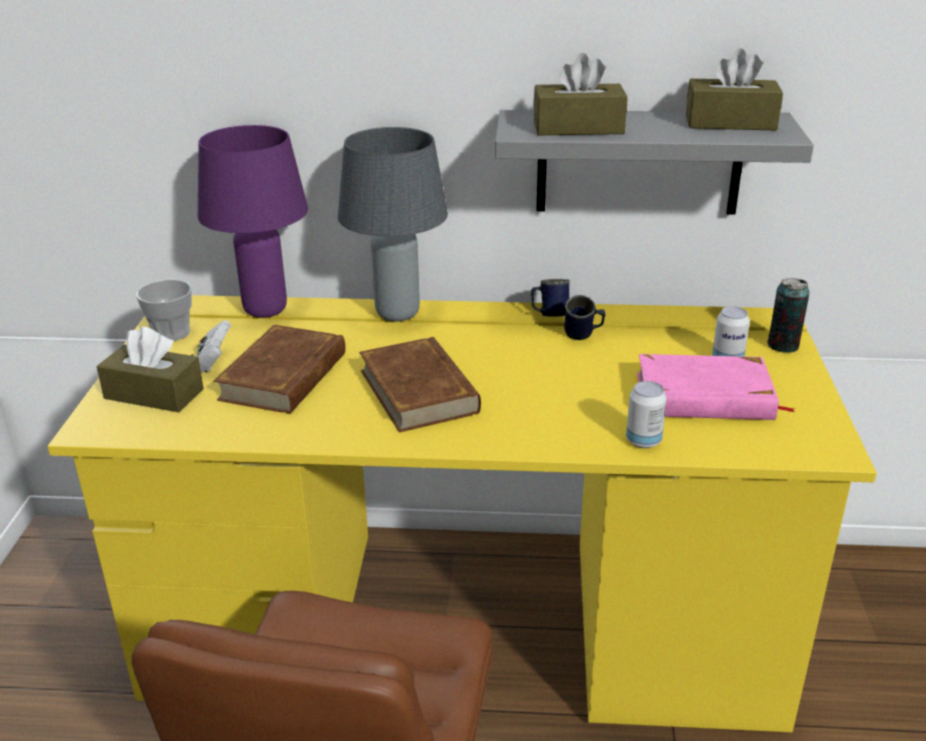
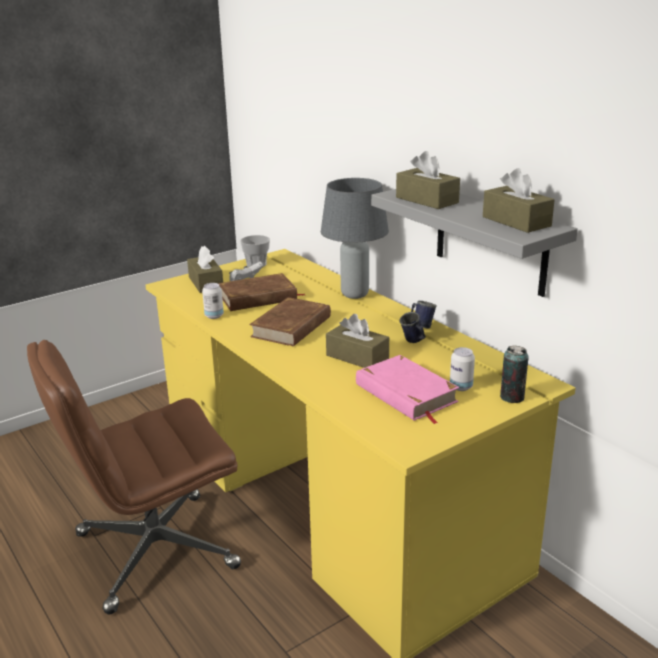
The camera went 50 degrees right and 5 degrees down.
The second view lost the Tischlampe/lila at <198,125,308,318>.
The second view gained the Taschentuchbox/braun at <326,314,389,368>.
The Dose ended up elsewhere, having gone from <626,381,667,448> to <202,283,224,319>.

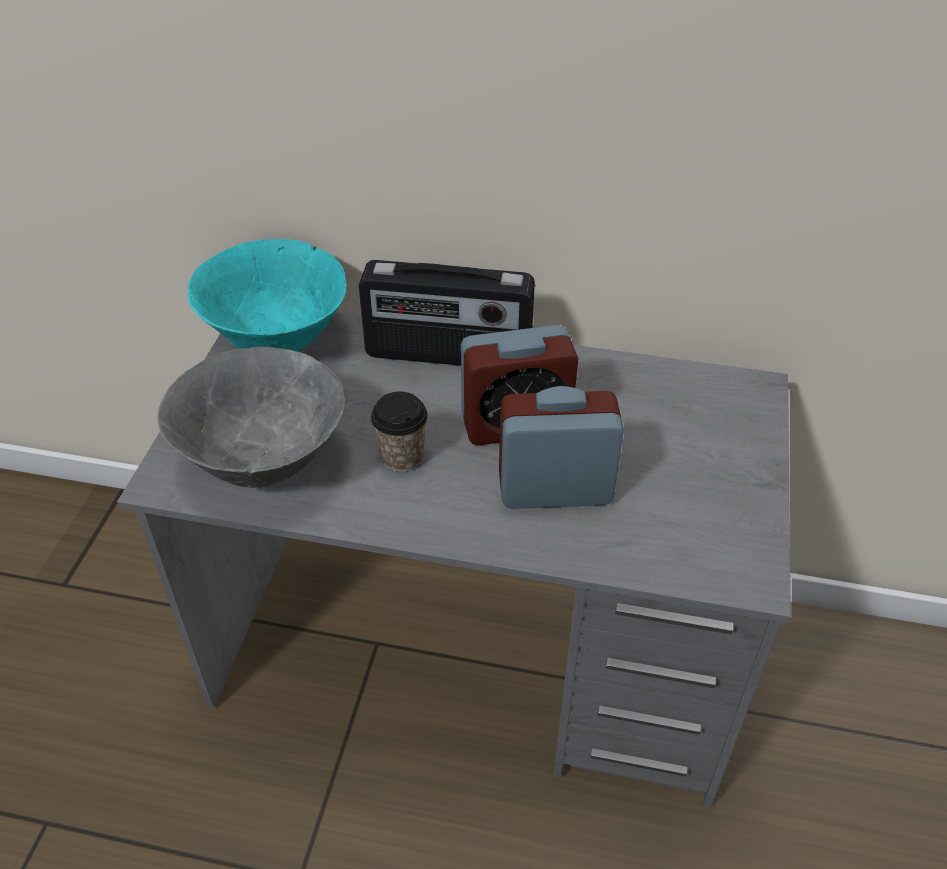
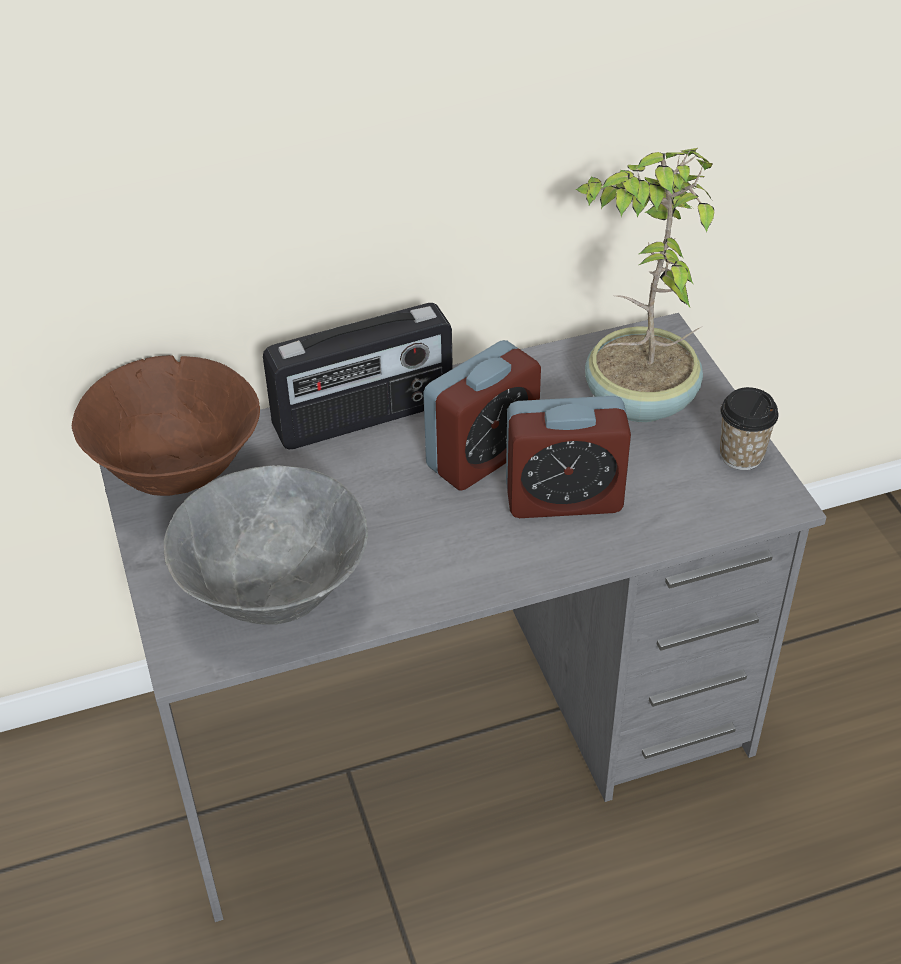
The camera went 30 degrees left and 0 degrees up.
The second view gained the Topfpflanze at <576,148,714,422>.
The Tasse ended up elsewhere, having gone from <371,391,428,472> to <720,387,779,470>.
What was the Schüssel/türkis at <188,239,346,352> turned into the Schüssel/braun at <72,355,260,496>.
The Wecker at <499,386,624,509> ended up facing another way, 150 degrees counterclockwise from before.

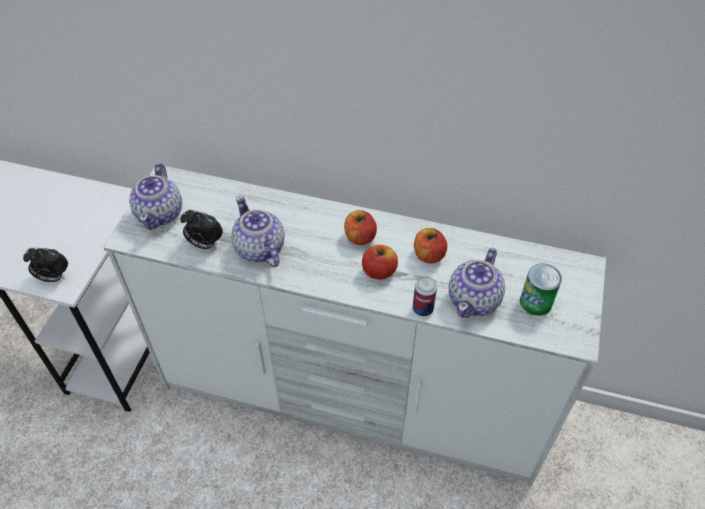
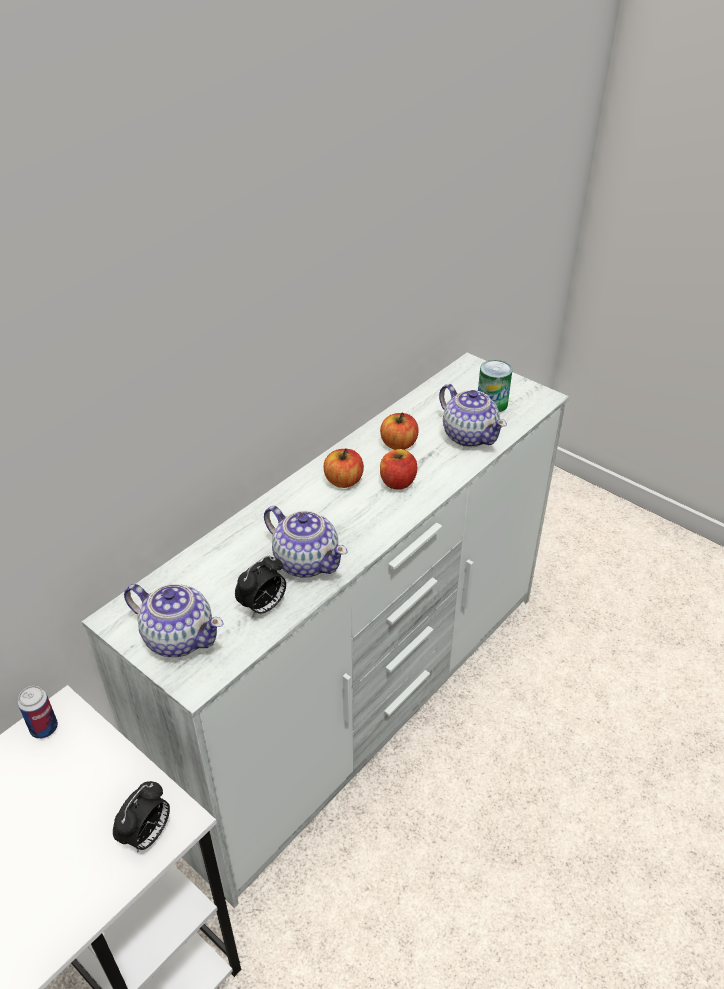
The camera went 65 degrees left and 10 degrees down.
The Dose ended up elsewhere, having gone from <413,276,437,316> to <18,686,58,739>.
The Teekanne at <231,196,285,267> ended up facing another way, 135 degrees counterclockwise from before.

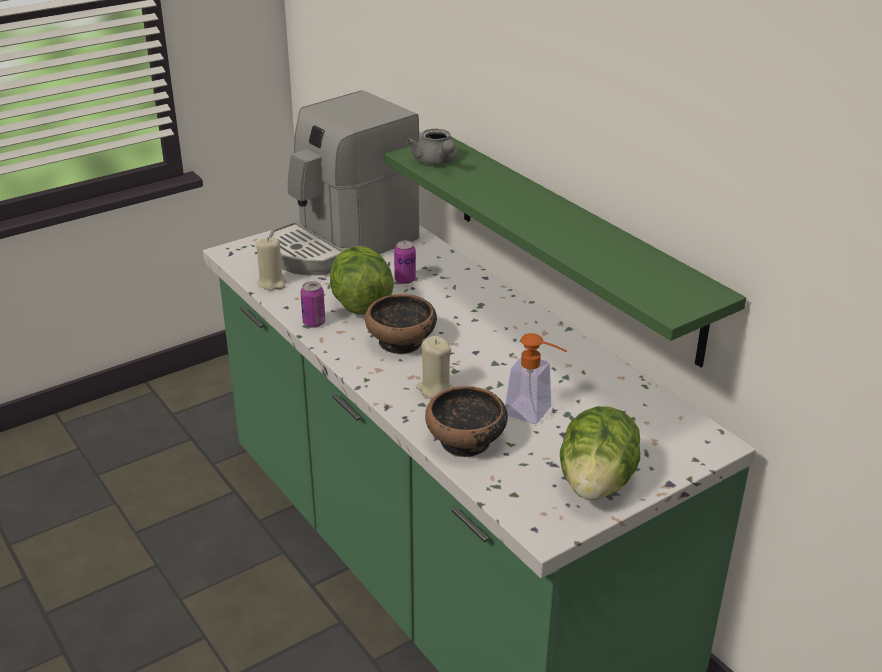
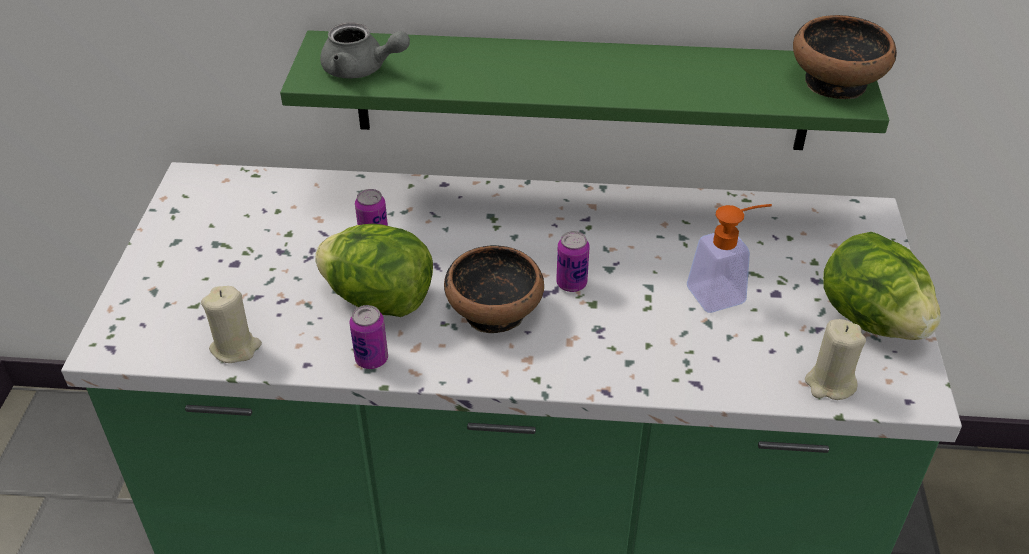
The camera went 50 degrees left and 10 degrees up.
The second view lost the Kaffeemaschine at <268,90,419,275>.
The second view gained the Dose at <556,231,590,292>.
The Kerze/beige ended up elsewhere, having gone from <416,336,454,398> to <805,319,866,400>.
The Schüssel ended up elsewhere, having gone from <425,386,508,457> to <793,15,897,99>.

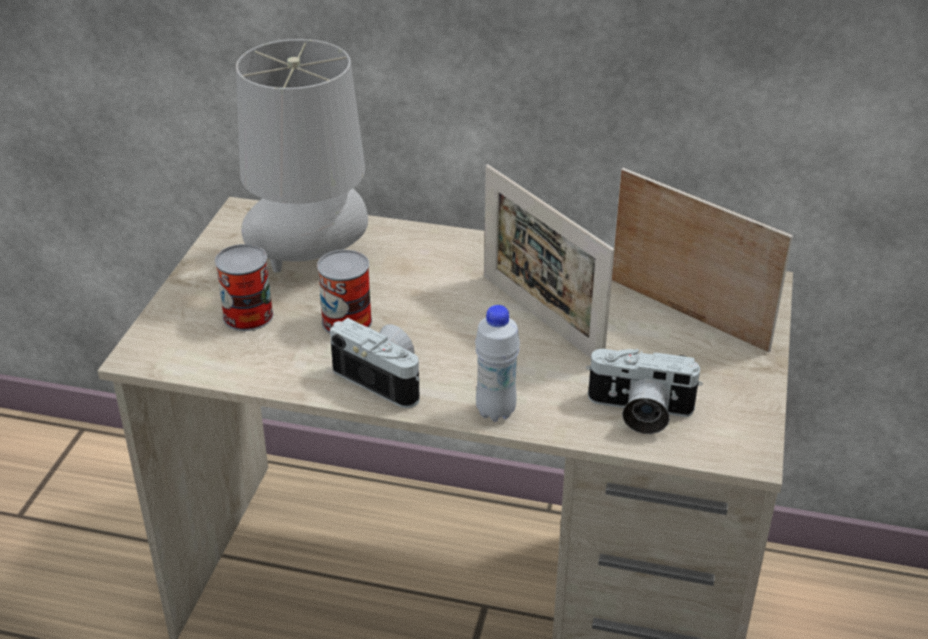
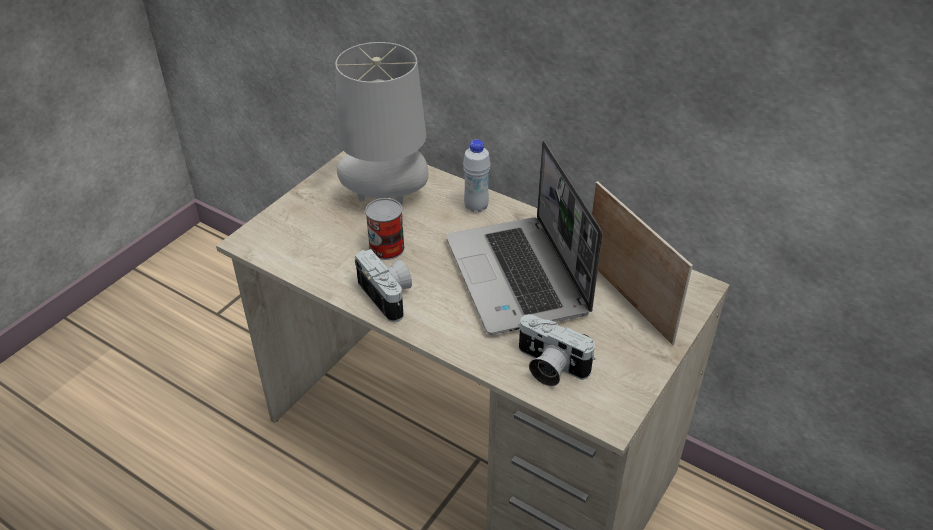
The camera went 20 degrees right and 5 degrees up.
The second view lost the Dose at <215,244,273,331>.
The Flasche/weiß ended up elsewhere, having gone from <475,305,520,421> to <463,139,490,212>.
Where the Bilderrahmen stood at <484,164,615,358>, the Laptop came to stand at <446,141,602,335>.

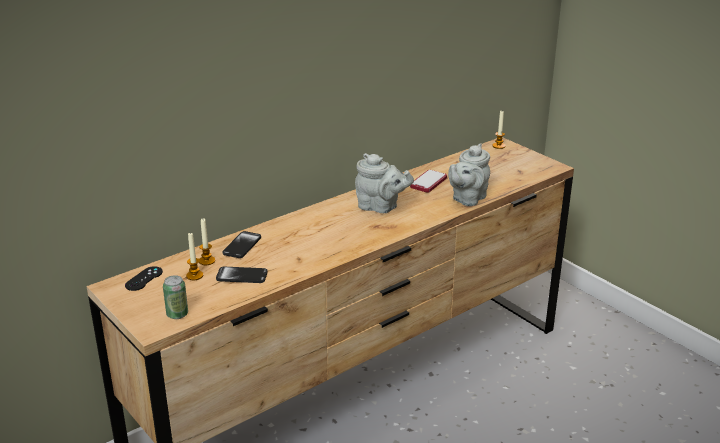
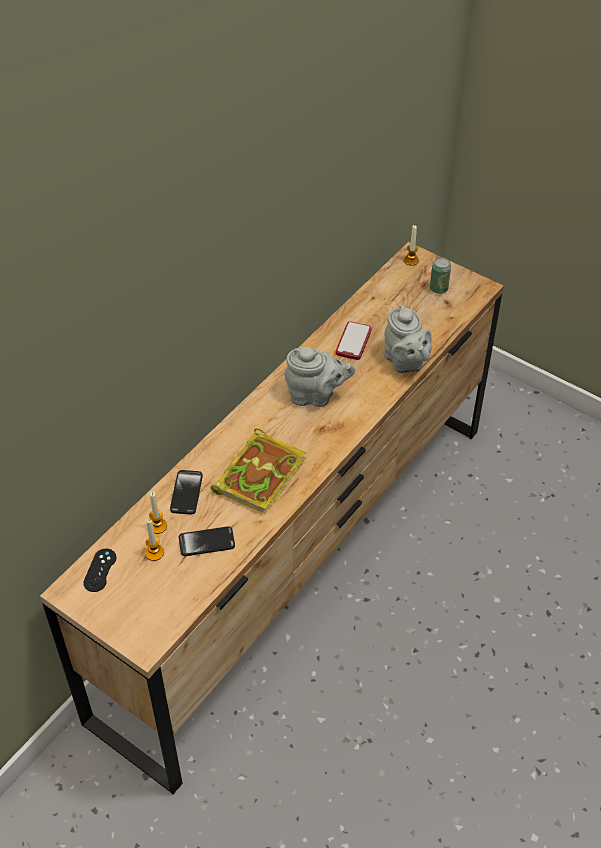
The camera went 15 degrees left and 20 degrees up.
The second view gained the Buch at <211,428,306,515>.
The Dose ended up elsewhere, having gone from <163,275,188,319> to <430,257,451,294>.
The Teekanne/grau at <448,143,490,206> ended up facing another way, 45 degrees counterclockwise from before.

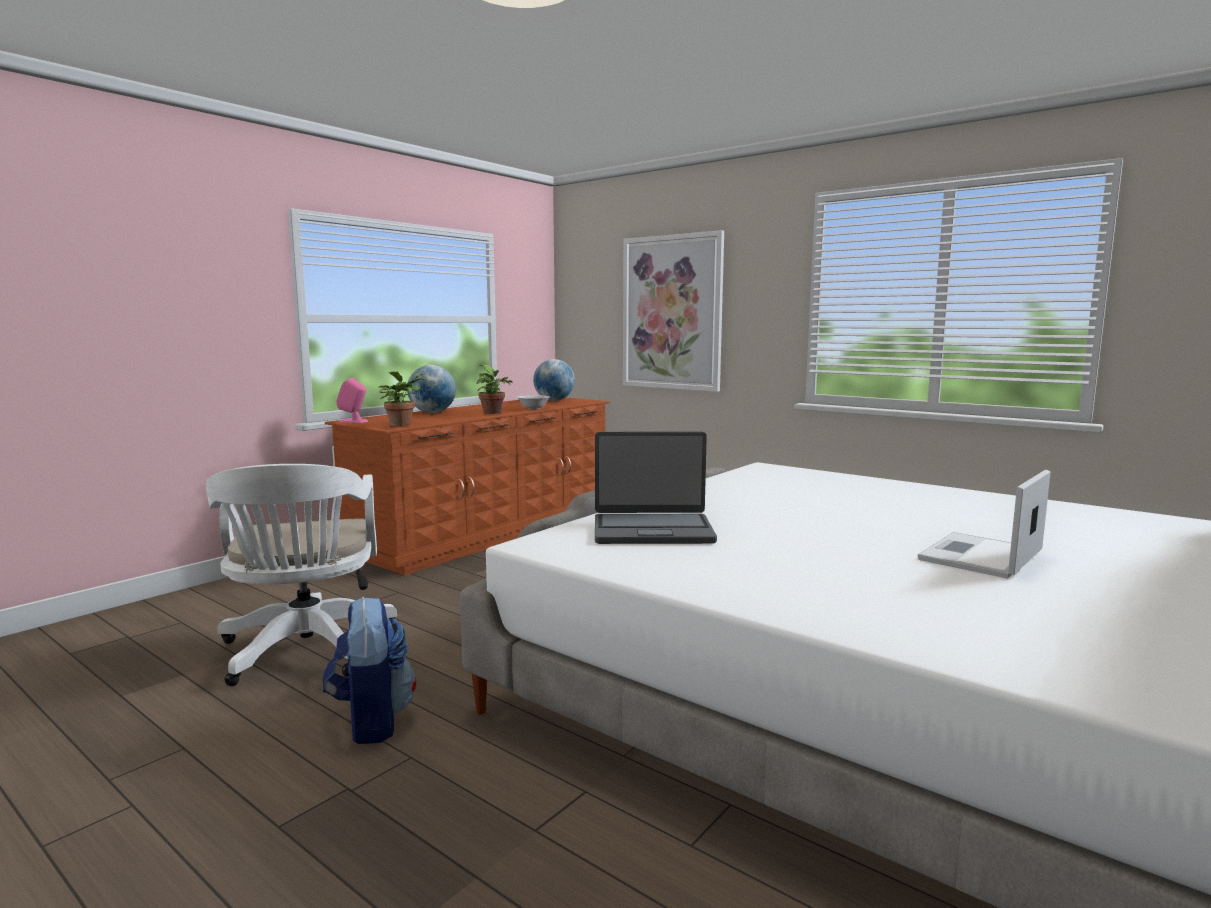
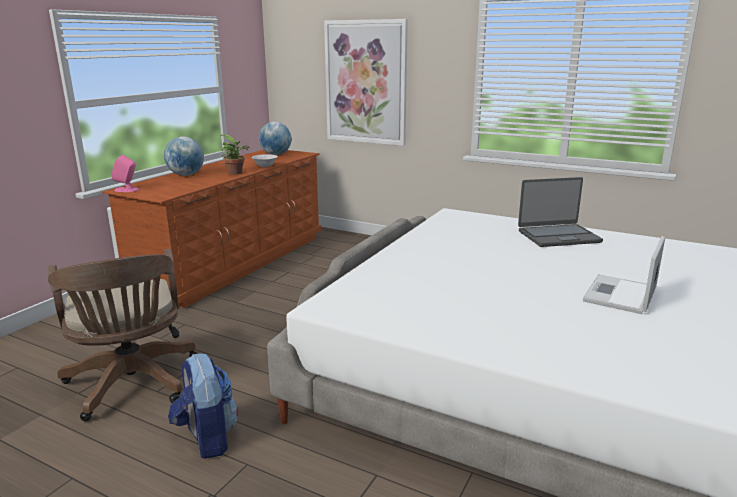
The camera went 10 degrees left and 10 degrees up.
The second view lost the Topfpflanze at <379,371,425,426>.
The Laptop ended up elsewhere, having gone from <595,432,717,544> to <518,177,603,247>.
What was the Bürostuhl/weiß at <206,464,399,686> turned into the Bürostuhl/braun at <48,249,198,421>.

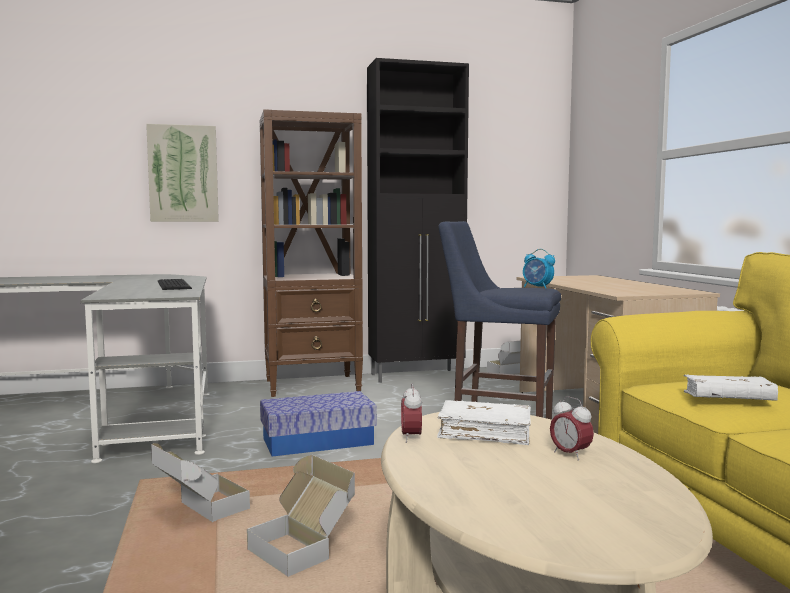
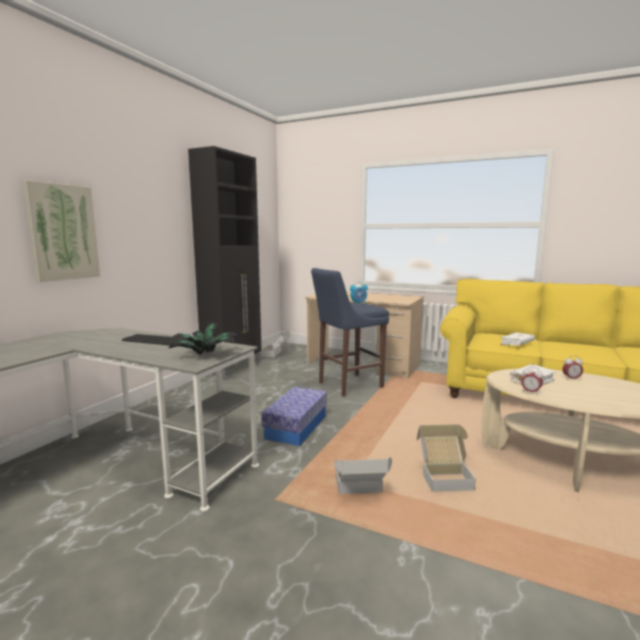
The camera went 50 degrees left and 5 degrees up.
The second view lost the Bücherregal/braun at <260,109,363,397>.
The second view gained the Topfpflanze at <169,323,237,355>.

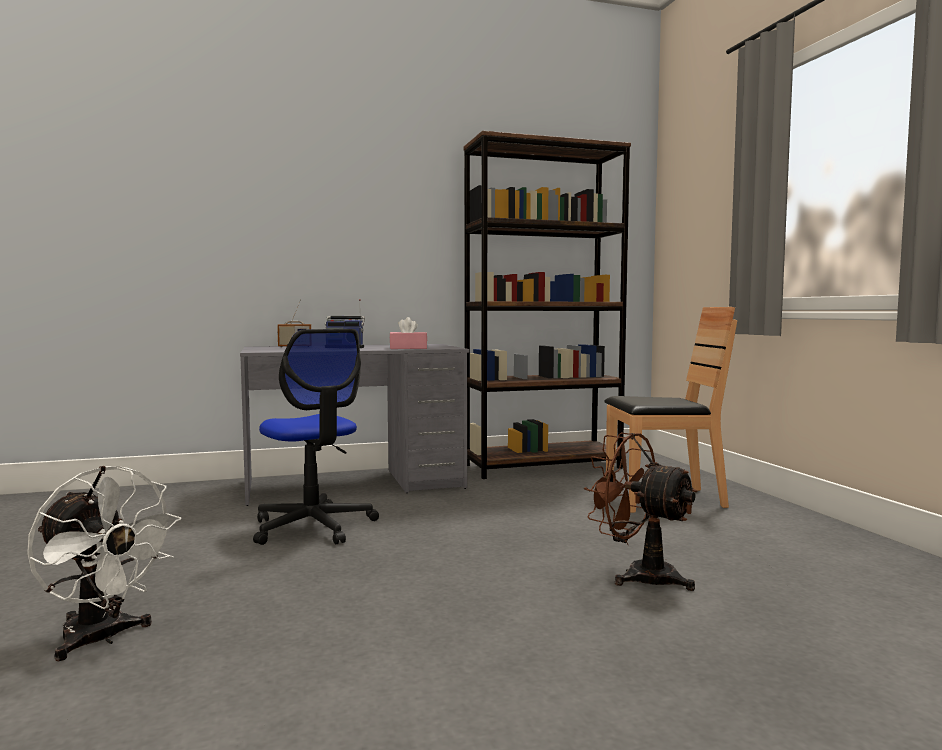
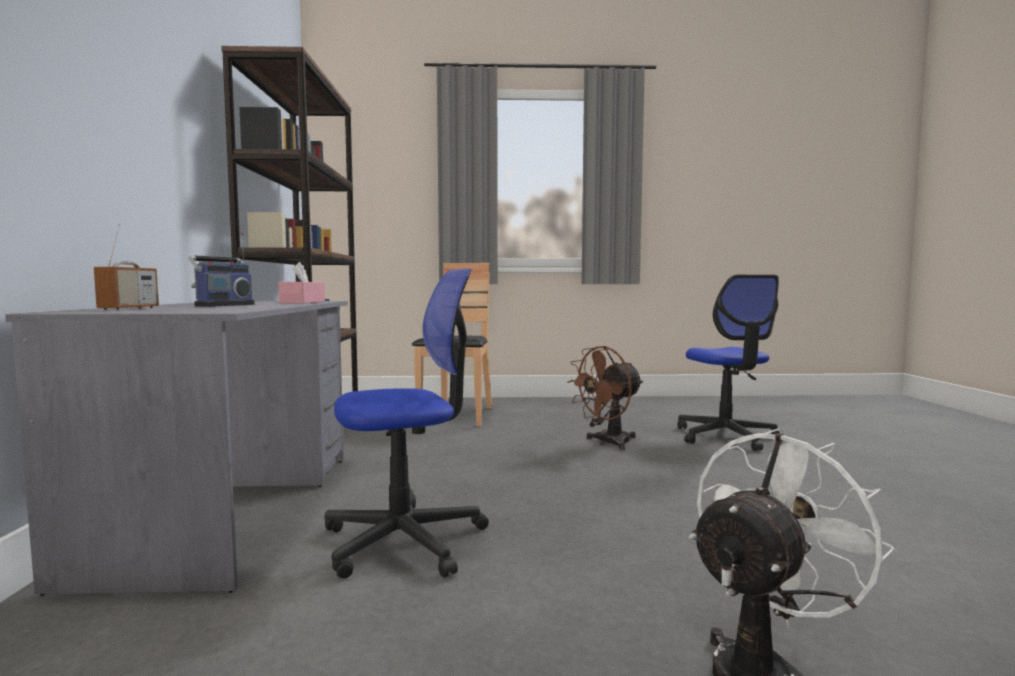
The camera went 75 degrees left and 0 degrees up.
The second view gained the Bürostuhl at <677,275,783,451>.

